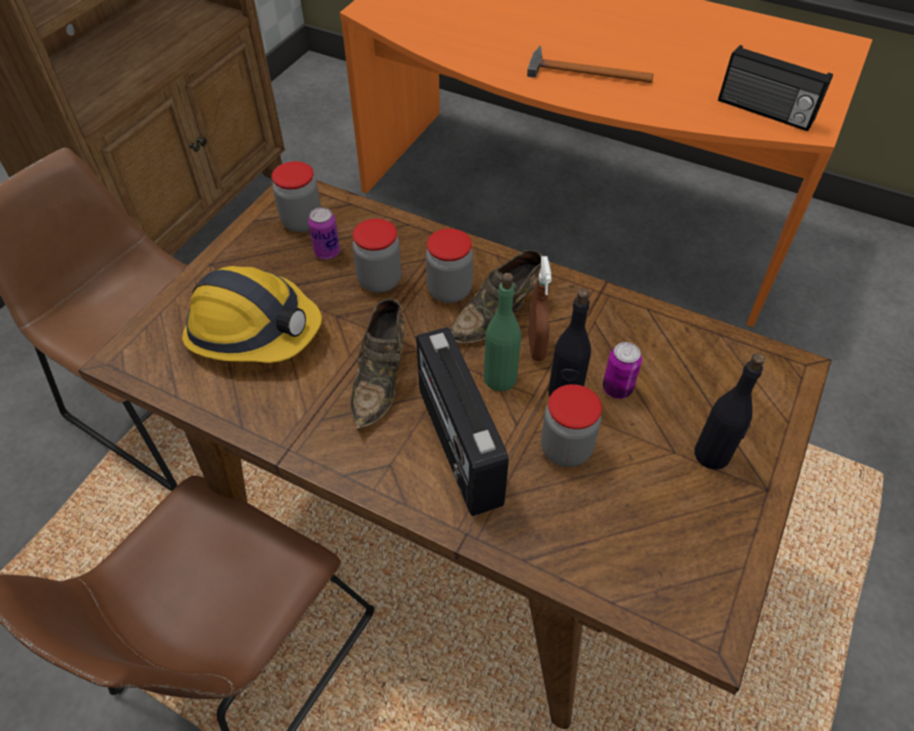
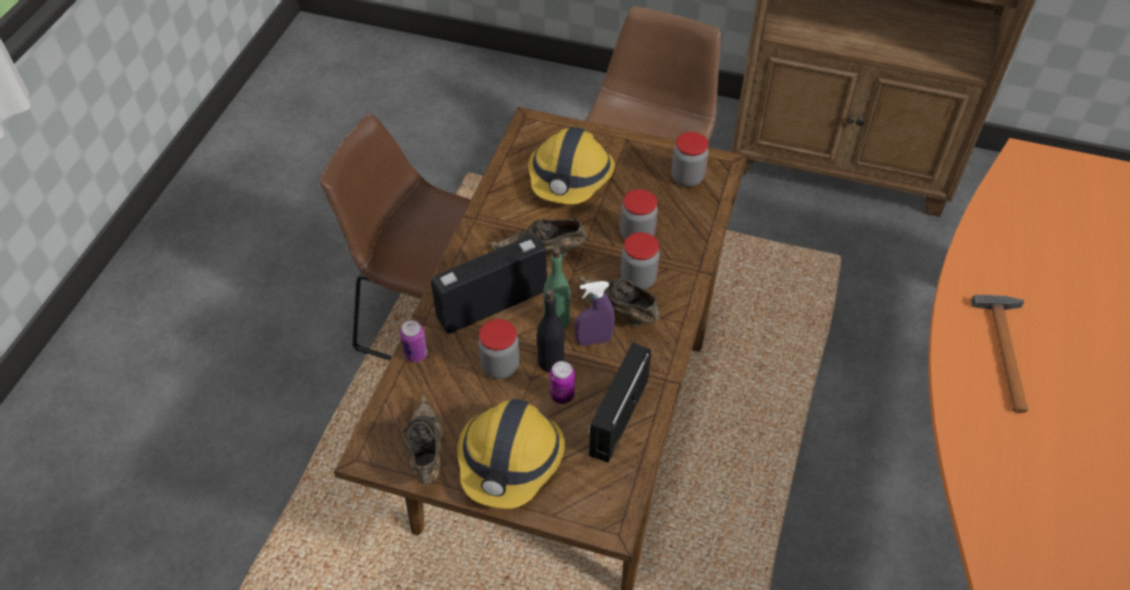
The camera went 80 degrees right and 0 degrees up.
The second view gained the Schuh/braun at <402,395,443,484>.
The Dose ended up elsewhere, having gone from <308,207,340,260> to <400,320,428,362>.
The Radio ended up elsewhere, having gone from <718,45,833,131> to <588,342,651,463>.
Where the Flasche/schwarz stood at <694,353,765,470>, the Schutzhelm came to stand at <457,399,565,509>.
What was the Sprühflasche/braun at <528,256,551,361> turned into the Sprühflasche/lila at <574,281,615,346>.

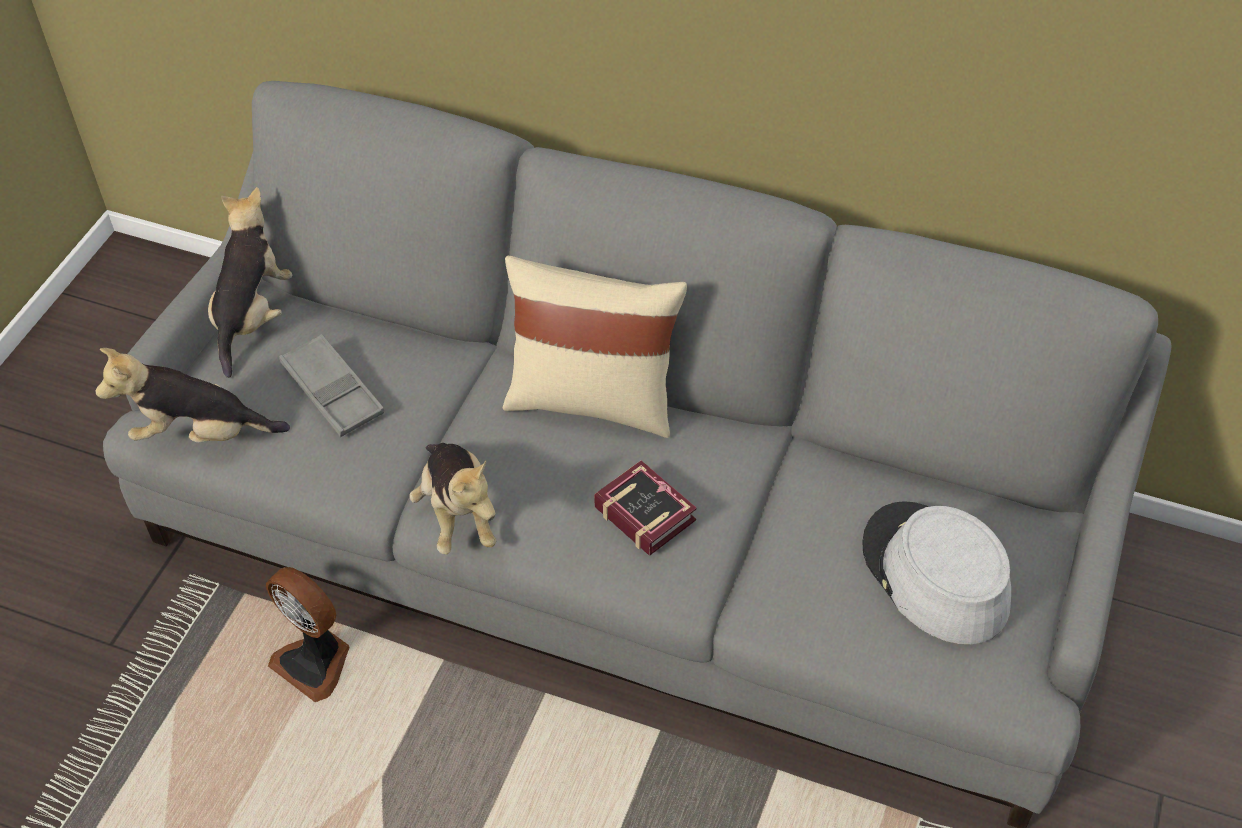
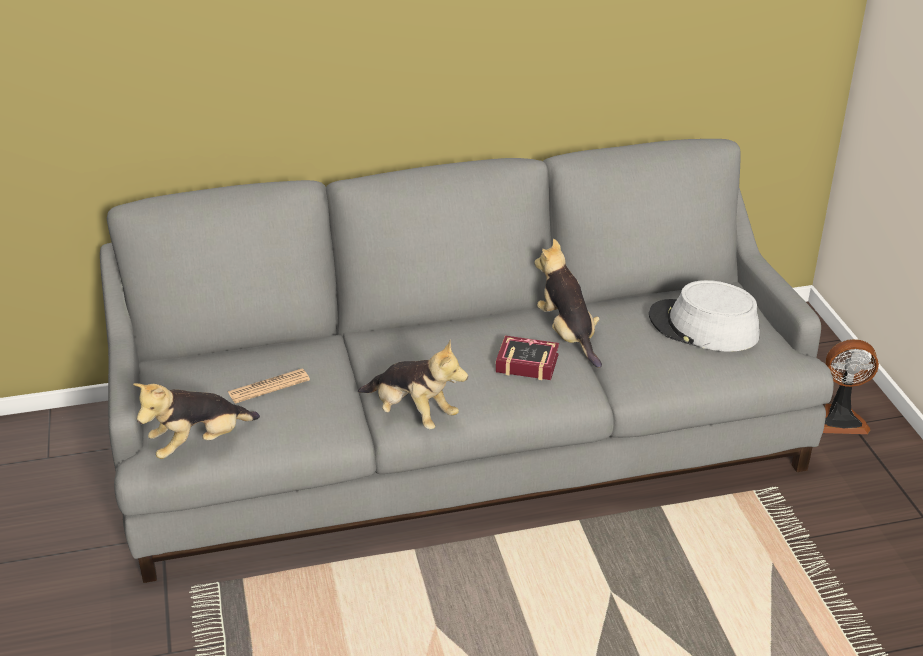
The camera went 35 degrees left and 15 degrees down.
The second view lost the Kissen/beige at <502,256,687,438>.
The Plüschtier ended up elsewhere, having gone from <208,187,292,378> to <534,239,602,368>.
The Ventilator ended up elsewhere, having gone from <266,567,350,702> to <823,339,879,434>.
Where the Tablett/grau stood at <279,334,384,437>, the Zeitung came to stand at <228,369,310,404>.

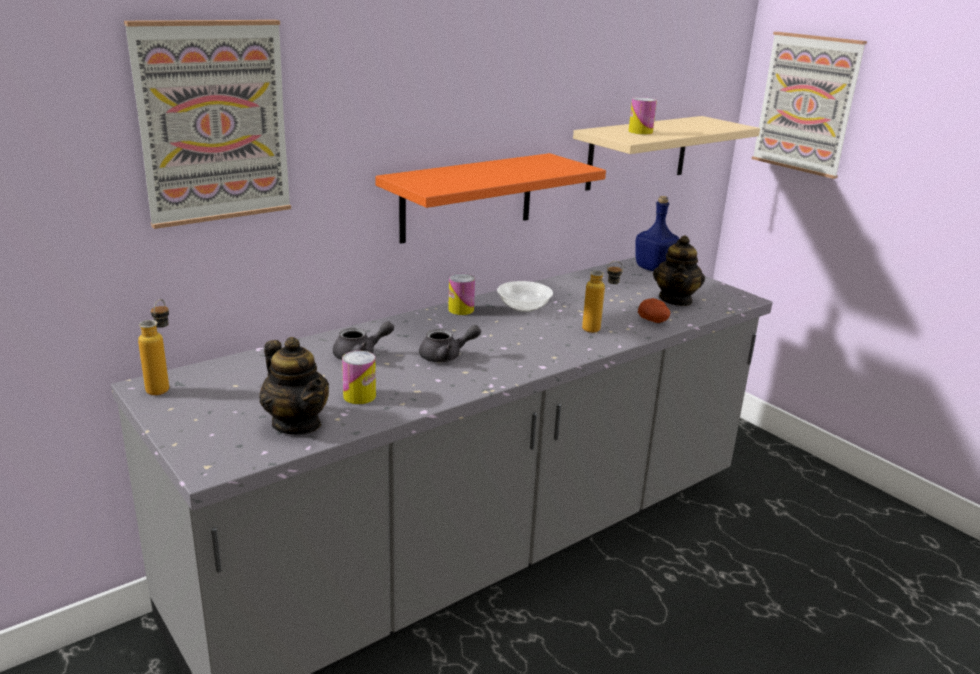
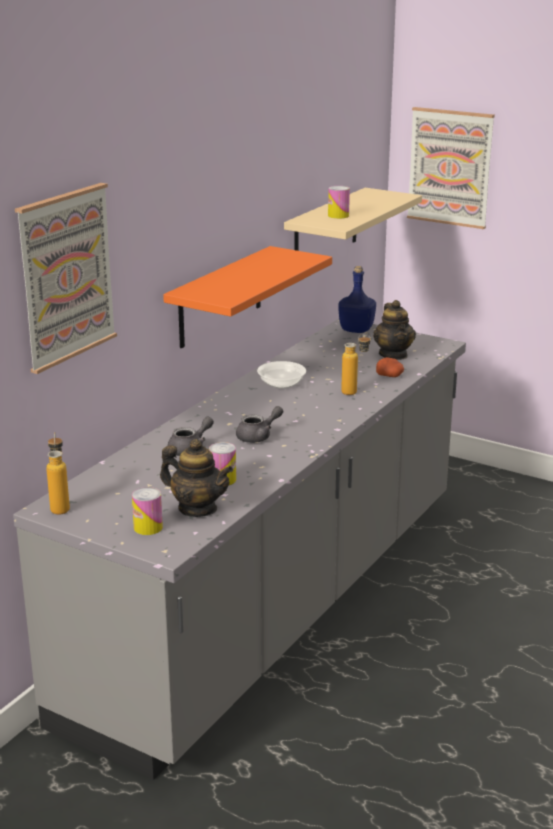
The camera went 20 degrees left and 0 degrees up.
The Dose ended up elsewhere, having gone from <448,273,475,315> to <132,487,163,535>.

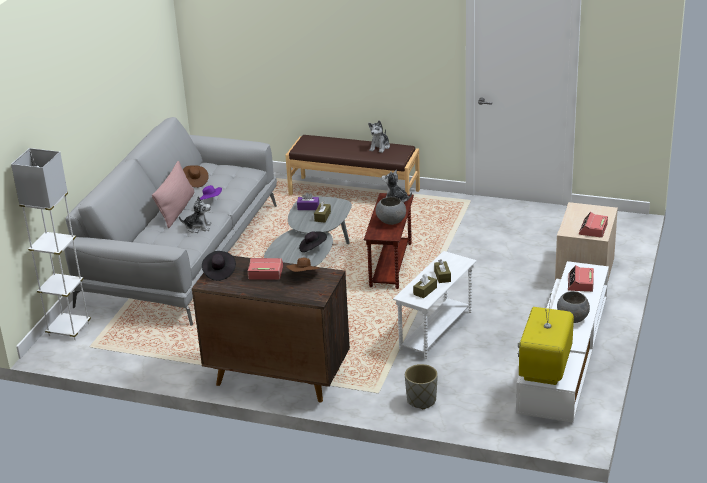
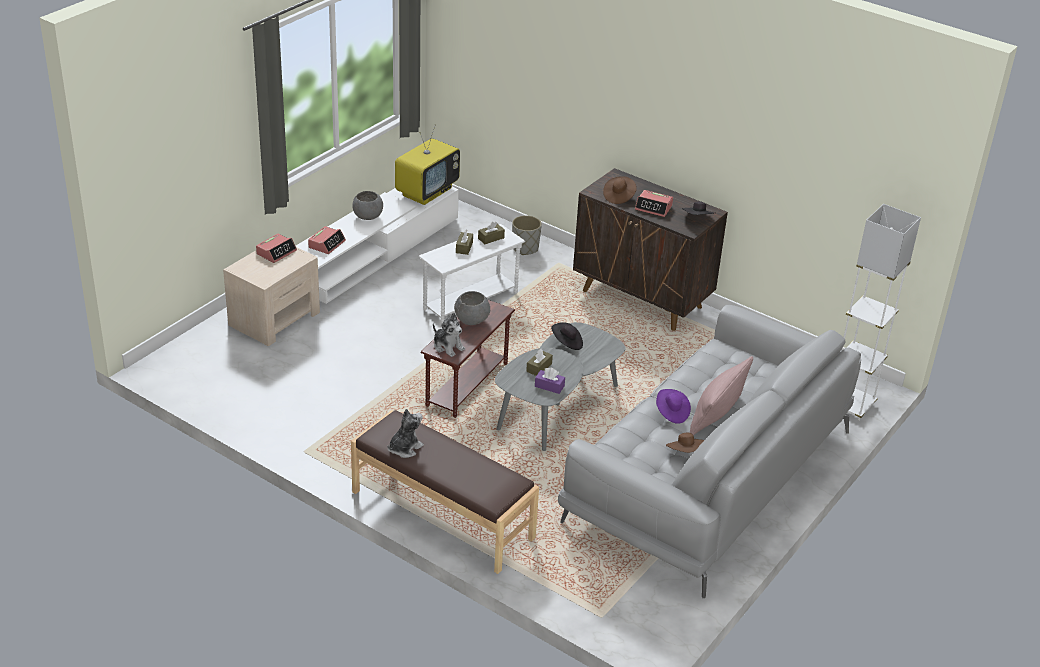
The camera went 165 degrees left and 5 degrees up.
The second view lost the Plüschtier at <179,196,211,233>.

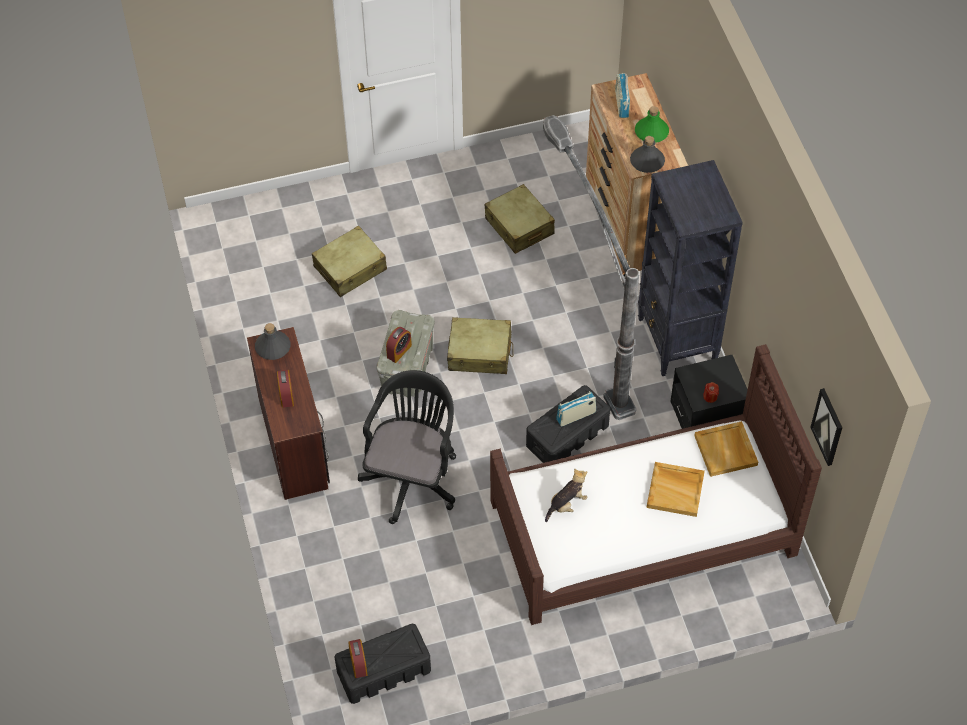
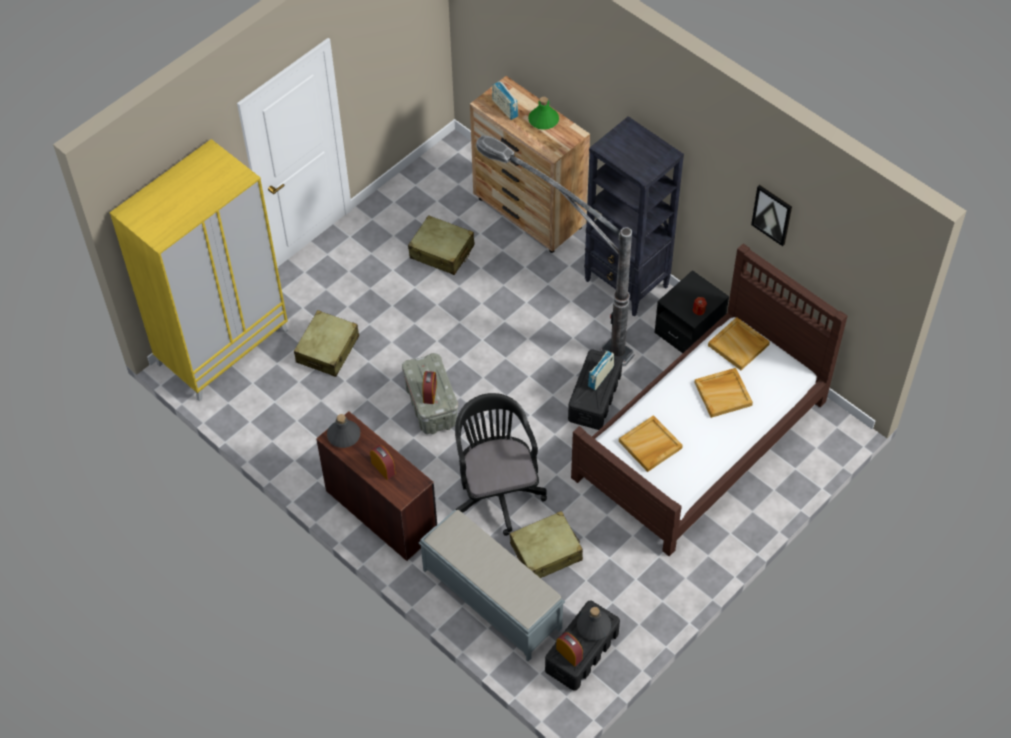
The camera went 30 degrees left and 0 degrees up.
The second view gained the Kleiderschrank/gelb at <109,139,288,402>.
The second view gained the Bank/grau at <419,509,565,661>.
The Koffer/beige ended up elsewhere, having gone from <447,317,513,374> to <510,511,583,578>.
The Flasche/grau ended up elsewhere, having gone from <630,136,665,173> to <577,607,611,640>.
The Bild ended up elsewhere, having gone from <810,388,843,466> to <751,185,792,246>.
Where the Plüschtier stood at <545,468,587,522>, the Tablett/beige came to stand at <619,415,683,472>.

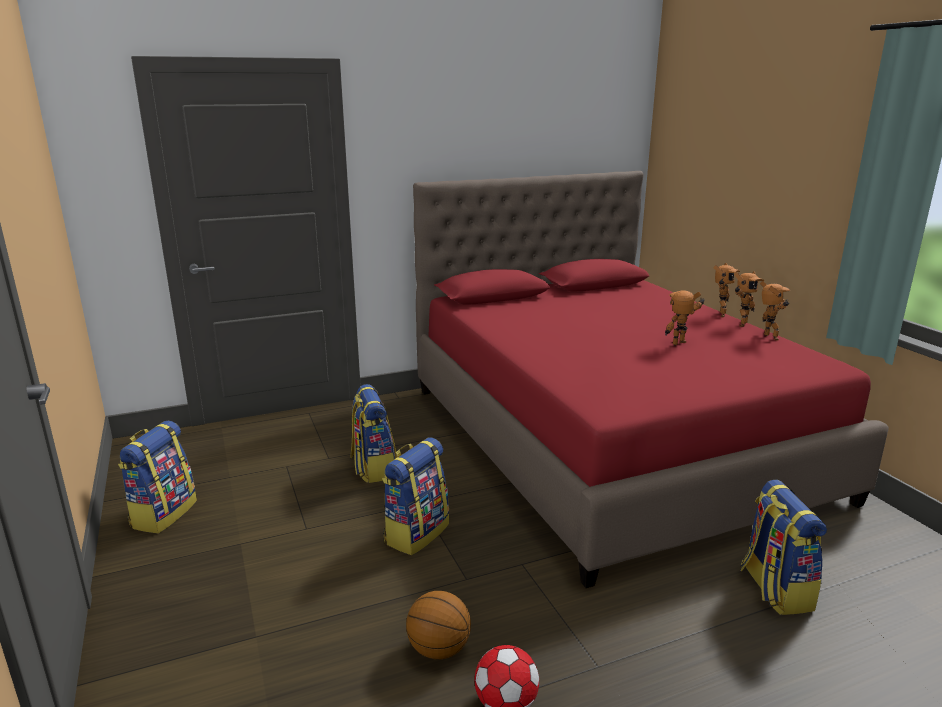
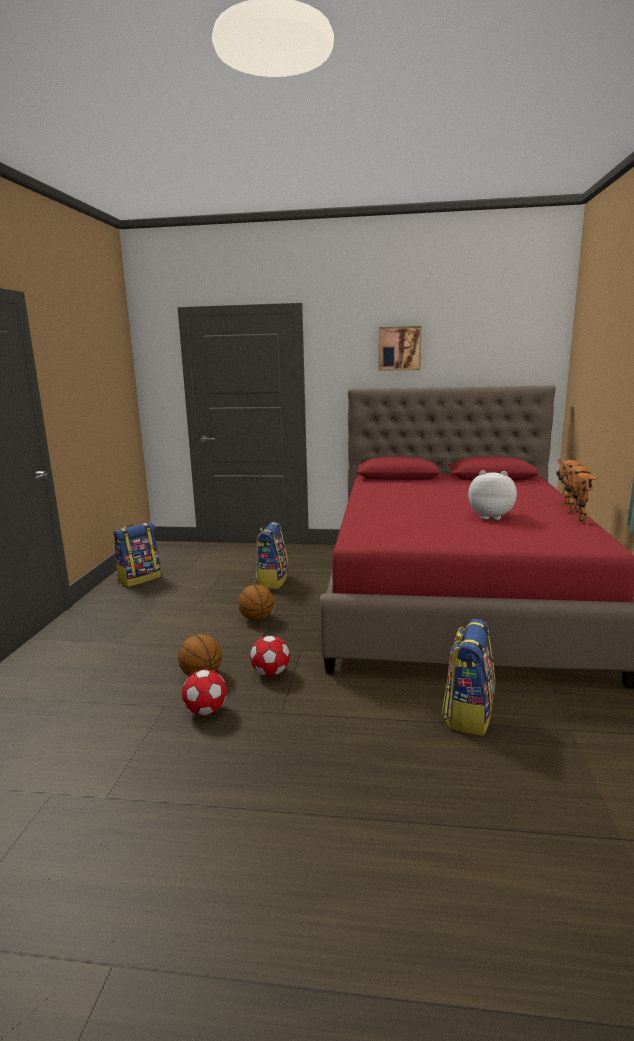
The camera went 30 degrees right and 5 degrees down.
The second view gained the Fußball at <250,636,290,676>.
The second view gained the Bild at <378,326,422,371>.
Where the Rucksack stood at <382,438,449,555>, the Basketball came to stand at <238,585,274,621>.
Where the Spielzeugroboter stood at <665,290,705,346>, the Plüschtier came to stand at <468,470,517,520>.

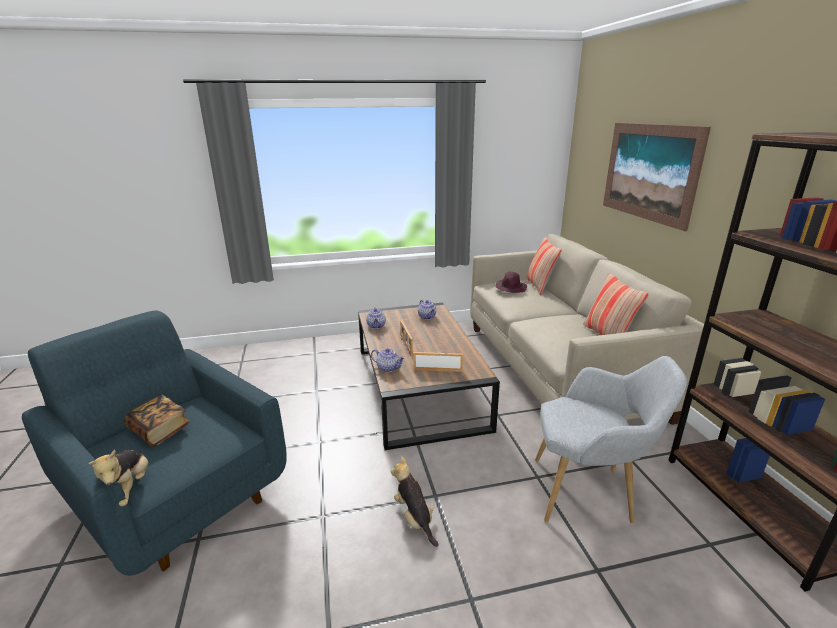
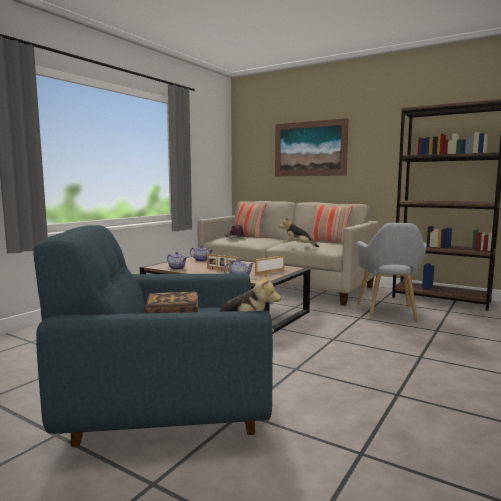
The camera went 45 degrees left and 15 degrees down.
The Plüschtier ended up elsewhere, having gone from <390,456,439,547> to <279,217,319,247>.
The Sessel/grau at <535,356,687,523> ended up facing another way, 135 degrees clockwise from before.

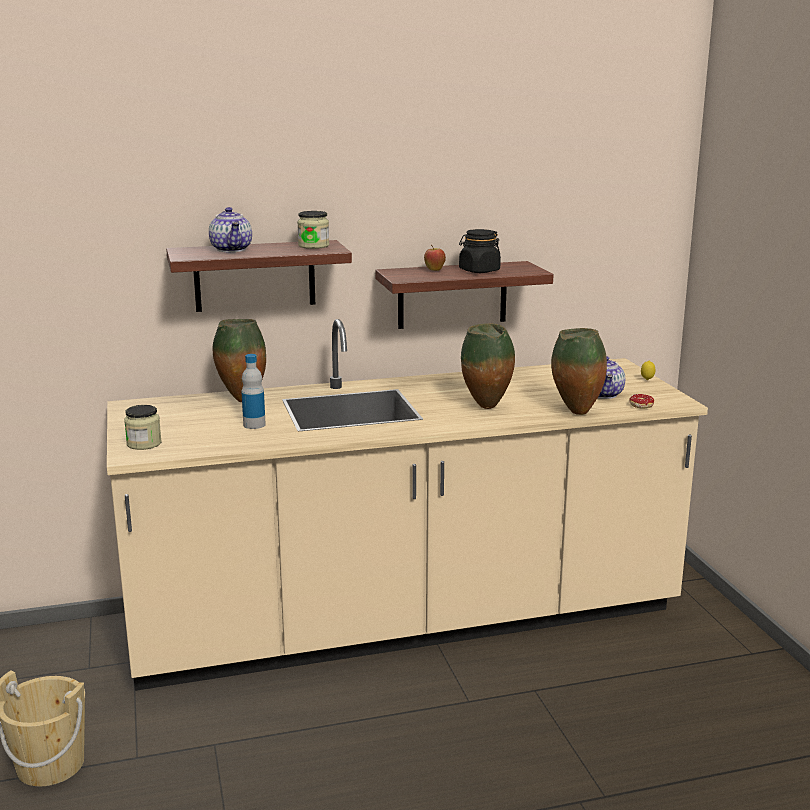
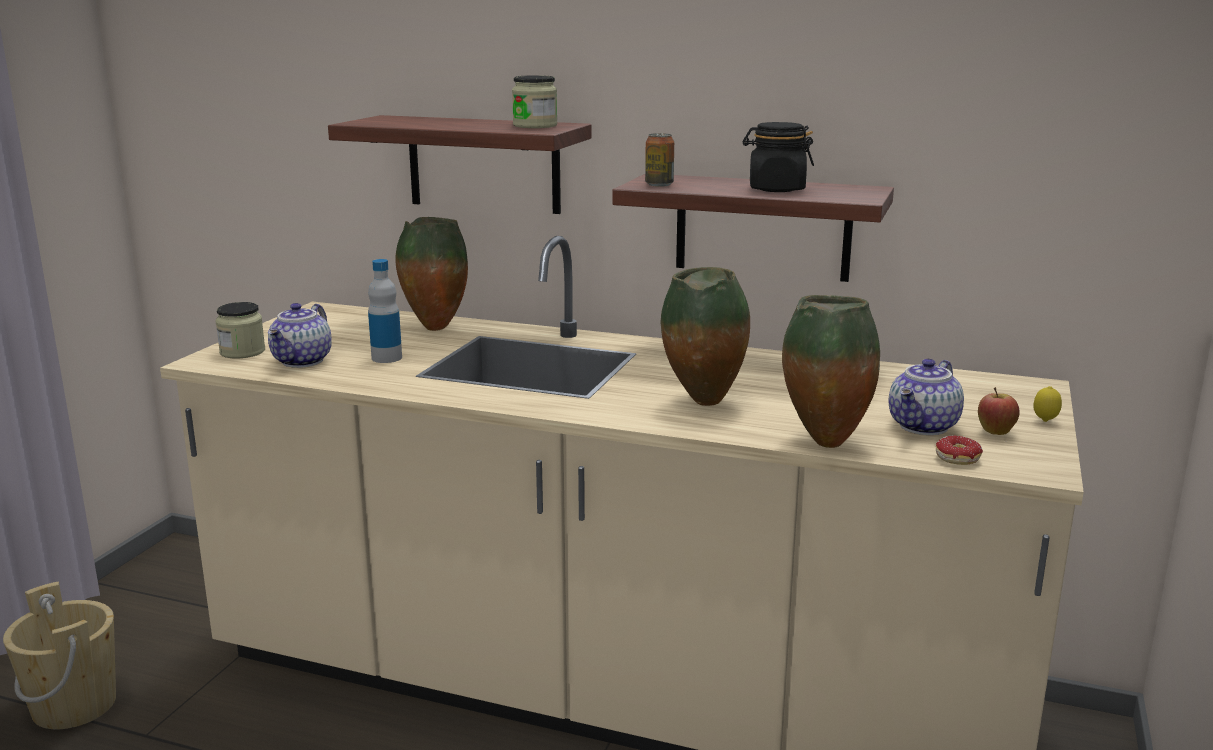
The camera went 35 degrees right and 0 degrees up.
The second view gained the Dose at <645,133,674,187>.
The Teekanne ended up elsewhere, having gone from <209,207,252,252> to <268,303,332,368>.
The Apfel ended up elsewhere, having gone from <424,245,446,271> to <978,387,1020,435>.

